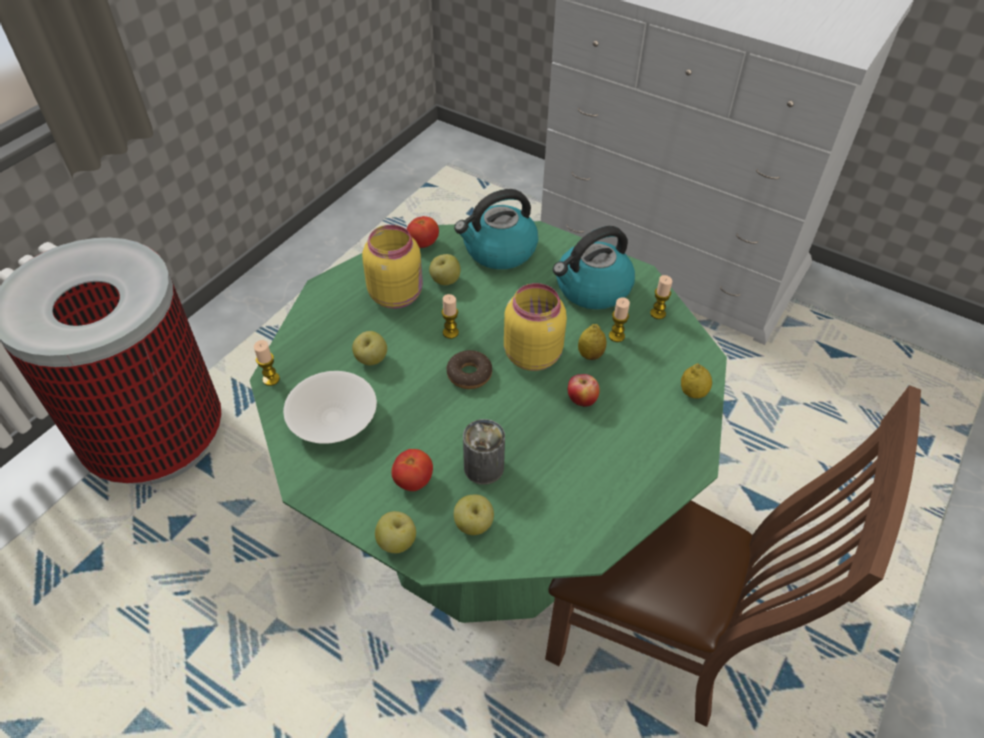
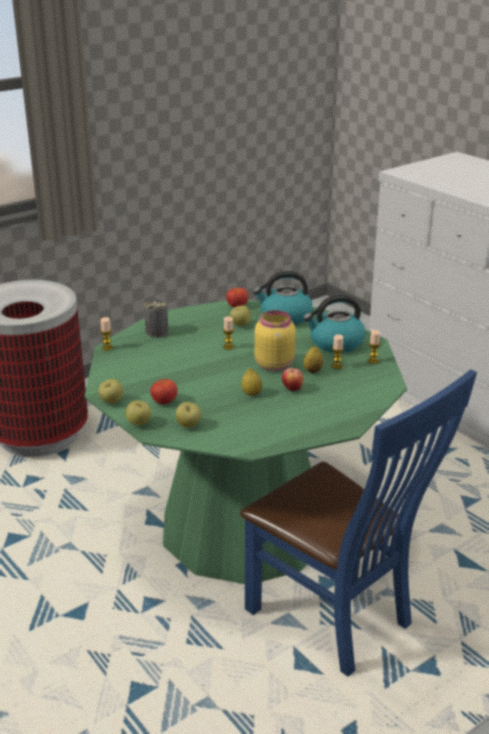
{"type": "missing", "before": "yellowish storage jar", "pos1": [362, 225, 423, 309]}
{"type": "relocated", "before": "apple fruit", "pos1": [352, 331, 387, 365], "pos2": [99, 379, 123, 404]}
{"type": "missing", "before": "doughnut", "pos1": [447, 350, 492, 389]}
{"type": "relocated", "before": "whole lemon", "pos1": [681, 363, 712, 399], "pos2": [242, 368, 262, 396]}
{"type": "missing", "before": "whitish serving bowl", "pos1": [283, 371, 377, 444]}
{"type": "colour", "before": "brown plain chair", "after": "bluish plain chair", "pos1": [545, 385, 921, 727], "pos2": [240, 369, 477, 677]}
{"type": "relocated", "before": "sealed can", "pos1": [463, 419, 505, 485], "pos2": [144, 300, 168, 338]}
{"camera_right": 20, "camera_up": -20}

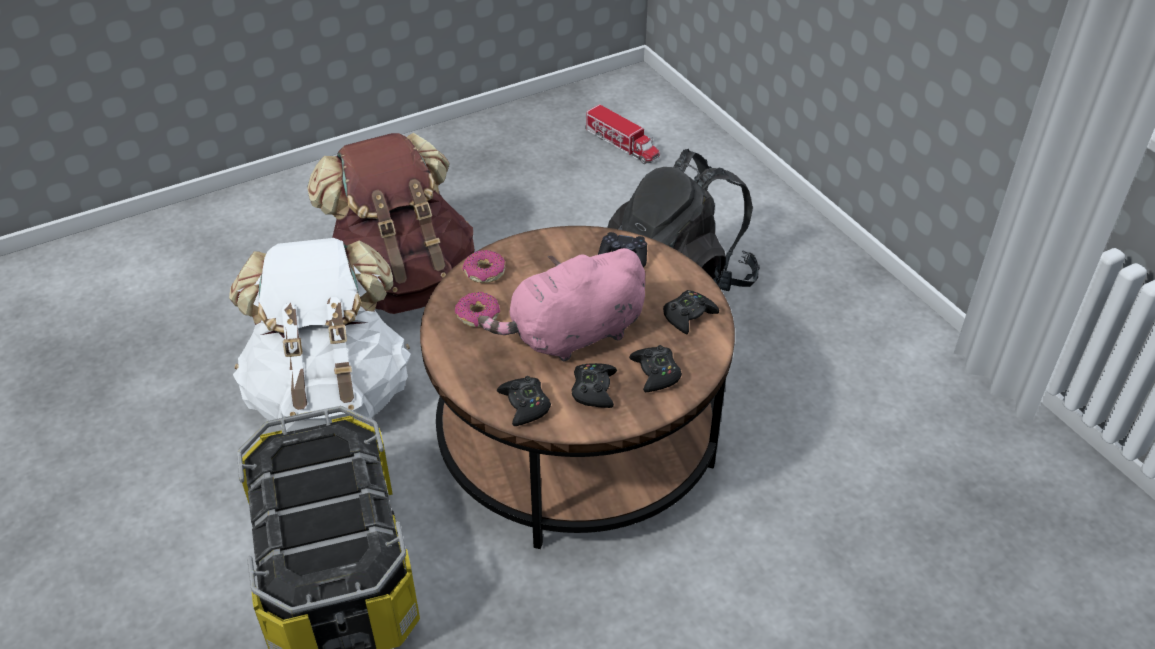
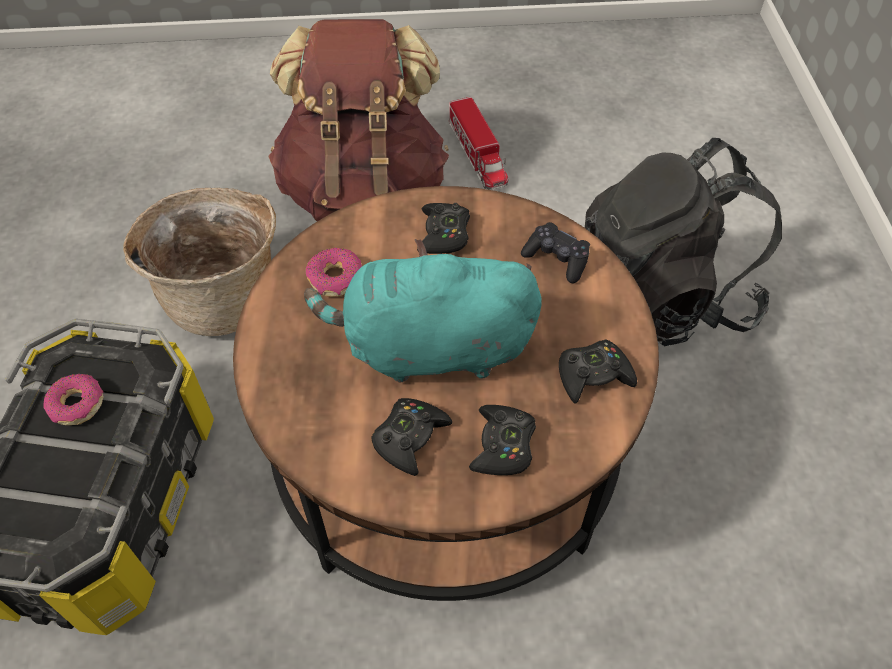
{"type": "relocated", "before": "model truck", "pos1": [585, 104, 660, 164], "pos2": [449, 97, 508, 190]}
{"type": "exchanged", "before": "whitish knapsack", "after": "basket", "pos1": [229, 238, 411, 432], "pos2": [123, 188, 276, 336]}
{"type": "colour", "before": "pink plush toy", "after": "turquoise-coloured plush toy", "pos1": [478, 248, 645, 361], "pos2": [304, 239, 542, 383]}
{"type": "relocated", "before": "doughnut", "pos1": [463, 250, 505, 283], "pos2": [43, 374, 103, 425]}
{"type": "relocated", "before": "blackish gamepad", "pos1": [497, 376, 551, 426], "pos2": [417, 203, 470, 254]}
{"camera_right": 25, "camera_up": 10}

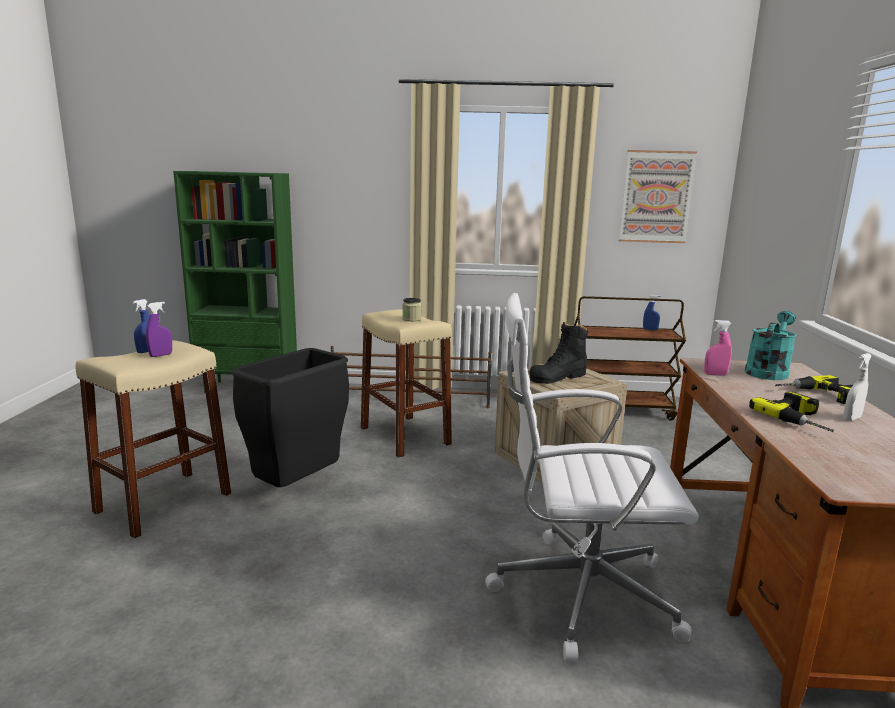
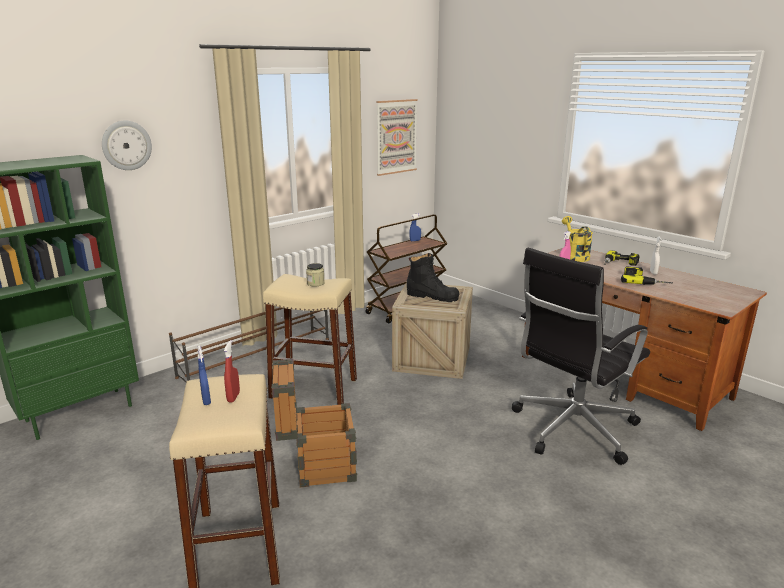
{"type": "colour", "before": "whitish office chair", "after": "blackish office chair", "pos1": [485, 293, 699, 663], "pos2": [512, 247, 650, 465]}
{"type": "colour", "before": "purple spray bottle", "after": "reddish spray bottle", "pos1": [146, 302, 172, 357], "pos2": [224, 340, 240, 402]}
{"type": "colour", "before": "turquoise-coloured sprinkling can", "after": "yellowish sprinkling can", "pos1": [745, 311, 797, 380], "pos2": [562, 216, 593, 262]}
{"type": "spun", "before": "blackish high-top boot", "pos1": [529, 322, 588, 384], "pos2": [407, 253, 459, 302], "turn": -75}
{"type": "exchanged", "before": "blackish waste bin", "after": "shipping crate", "pos1": [232, 348, 349, 487], "pos2": [271, 359, 357, 487]}
{"type": "appeared", "after": "wall clock", "pos2": [102, 121, 152, 170]}
{"camera_right": -45, "camera_up": 5}

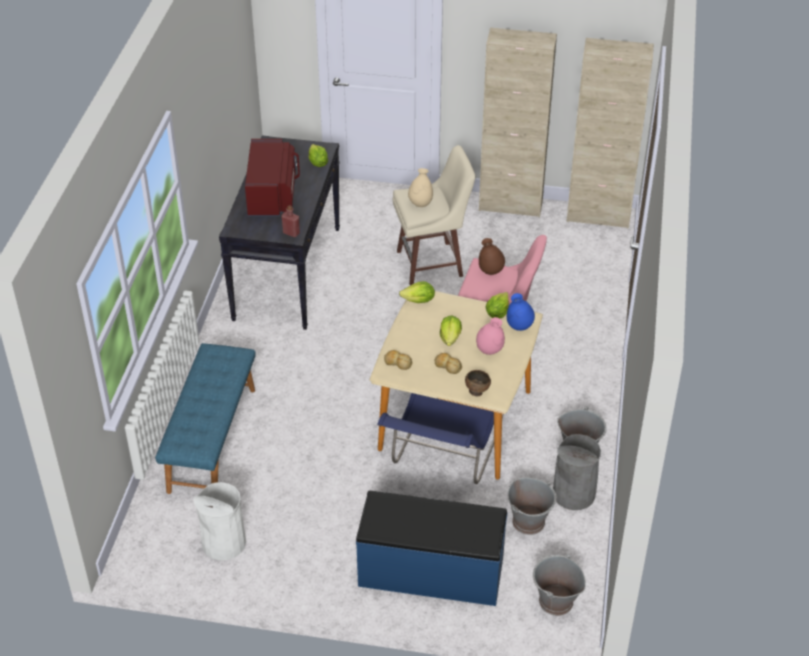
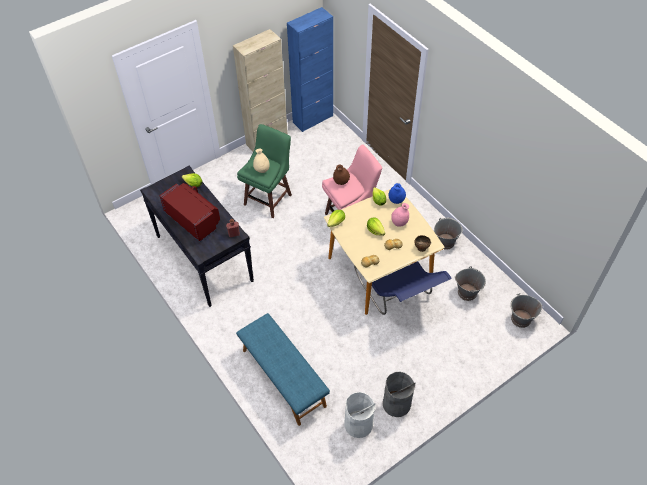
{"type": "colour", "before": "sand-coloured cabinet", "after": "bluish cabinet", "pos1": [566, 38, 654, 228], "pos2": [287, 7, 333, 132]}
{"type": "colour", "before": "sand-coloured stool", "after": "green-coloured stool", "pos1": [393, 145, 476, 285], "pos2": [237, 124, 292, 218]}
{"type": "relocated", "before": "grey waste bin", "pos1": [553, 434, 601, 510], "pos2": [383, 371, 415, 417]}
{"type": "missing", "before": "bluish long seat", "pos1": [356, 491, 507, 606]}
{"camera_right": -45, "camera_up": 10}

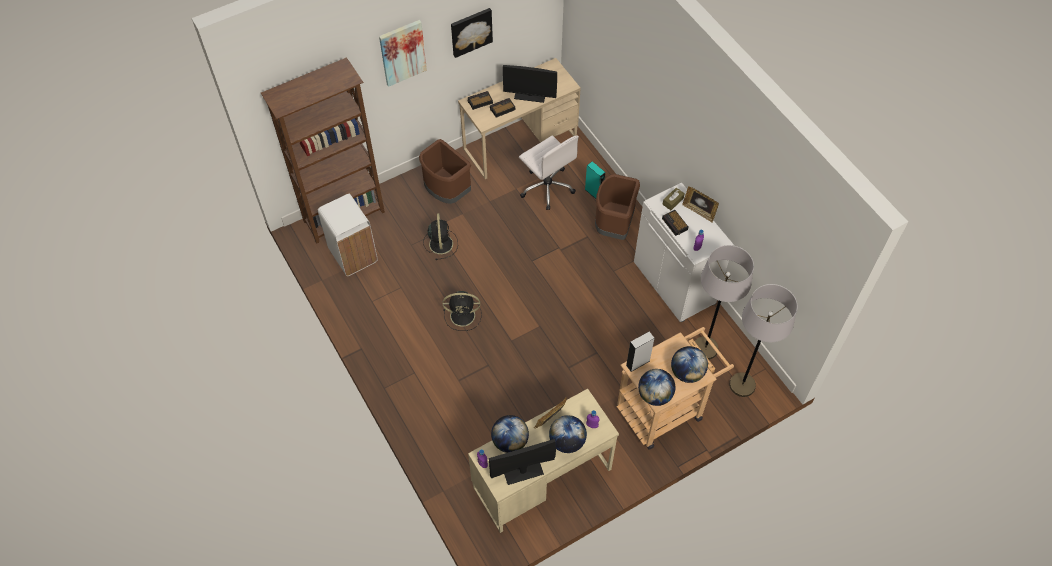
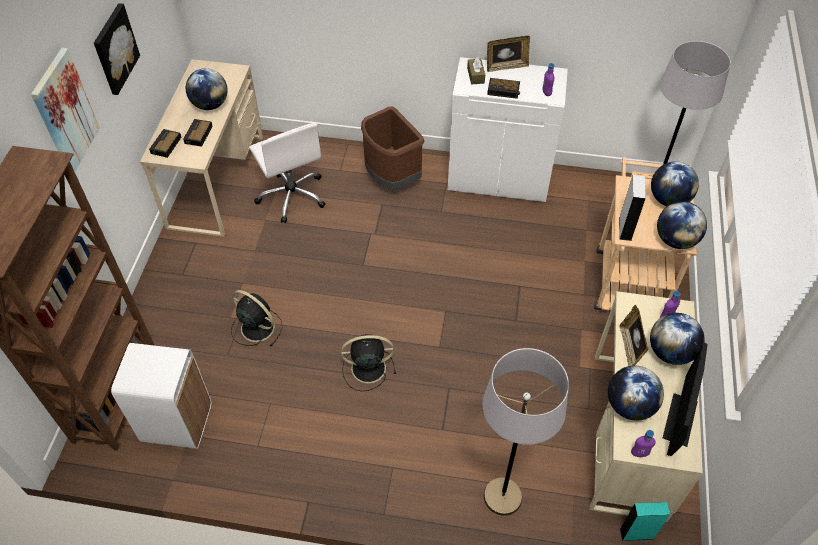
{"type": "exchanged", "before": "computer display", "after": "world globe", "pos1": [503, 65, 557, 103], "pos2": [186, 68, 228, 110]}
{"type": "spun", "before": "whitish office chair", "pos1": [519, 135, 579, 210], "pos2": [249, 123, 326, 223], "turn": 60}
{"type": "missing", "before": "brown waste bin", "pos1": [419, 139, 471, 204]}
{"type": "relocated", "before": "turquoise-coloured speaker", "pos1": [585, 161, 605, 199], "pos2": [620, 502, 670, 541]}
{"type": "relocated", "before": "grey standing lamp", "pos1": [695, 245, 754, 360], "pos2": [483, 348, 569, 516]}
{"type": "spun", "before": "blackish fan", "pos1": [443, 291, 482, 331], "pos2": [341, 334, 396, 391], "turn": -135}
{"camera_right": -50, "camera_up": -5}

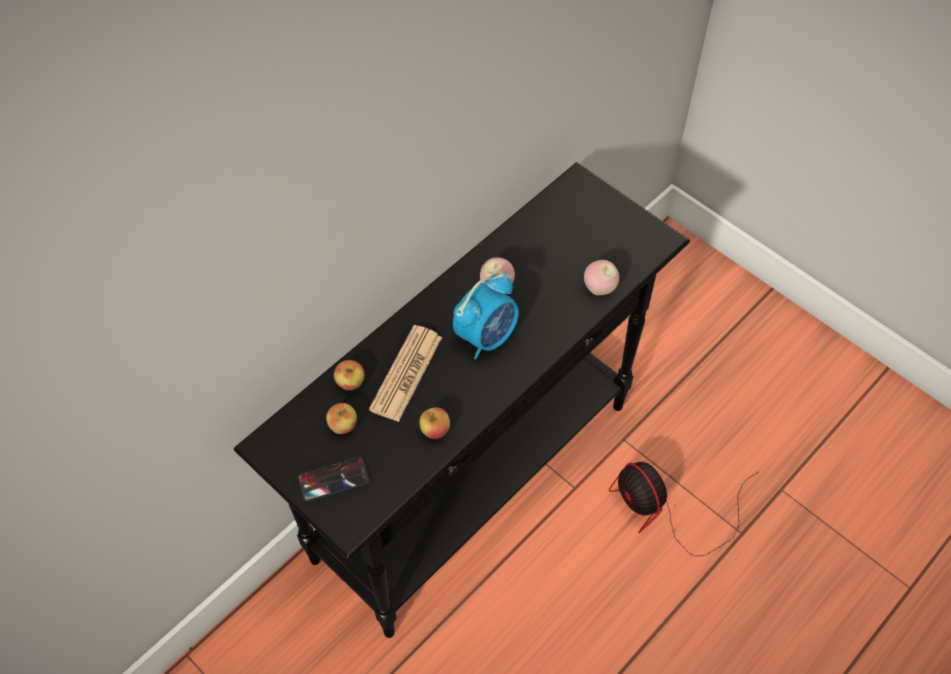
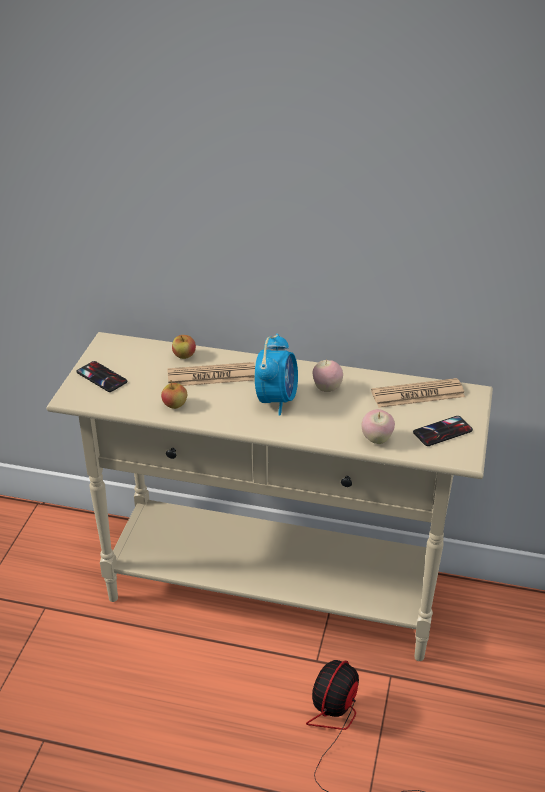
{"type": "colour", "before": "blackish narrow table", "after": "sand-coloured narrow table", "pos1": [234, 162, 690, 638], "pos2": [47, 332, 493, 661]}
{"type": "spun", "before": "table clock", "pos1": [453, 272, 519, 360], "pos2": [255, 334, 298, 416], "turn": -90}
{"type": "missing", "before": "apple fruit", "pos1": [326, 403, 357, 434]}
{"type": "appeared", "after": "daily paper", "pos2": [371, 378, 465, 408]}
{"type": "appeared", "after": "telephone", "pos2": [413, 416, 473, 446]}
{"camera_right": 60, "camera_up": -20}

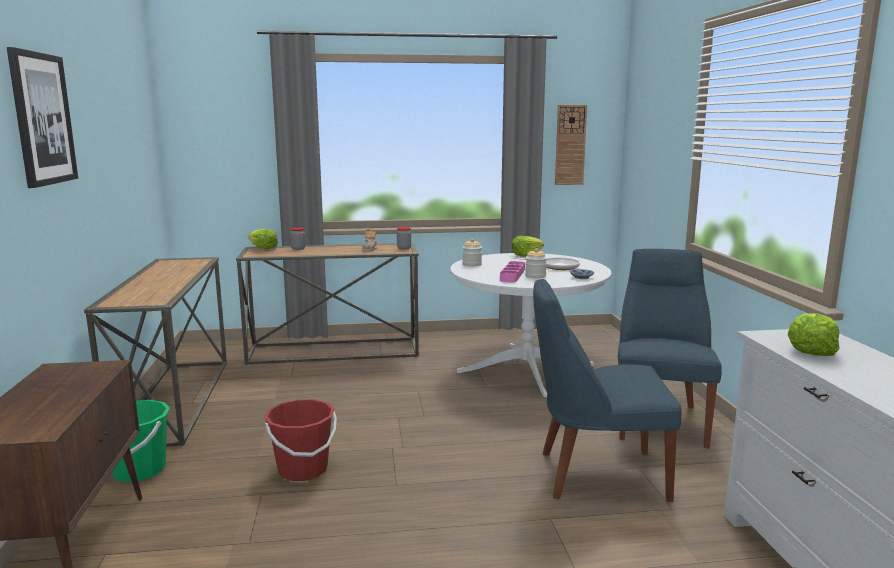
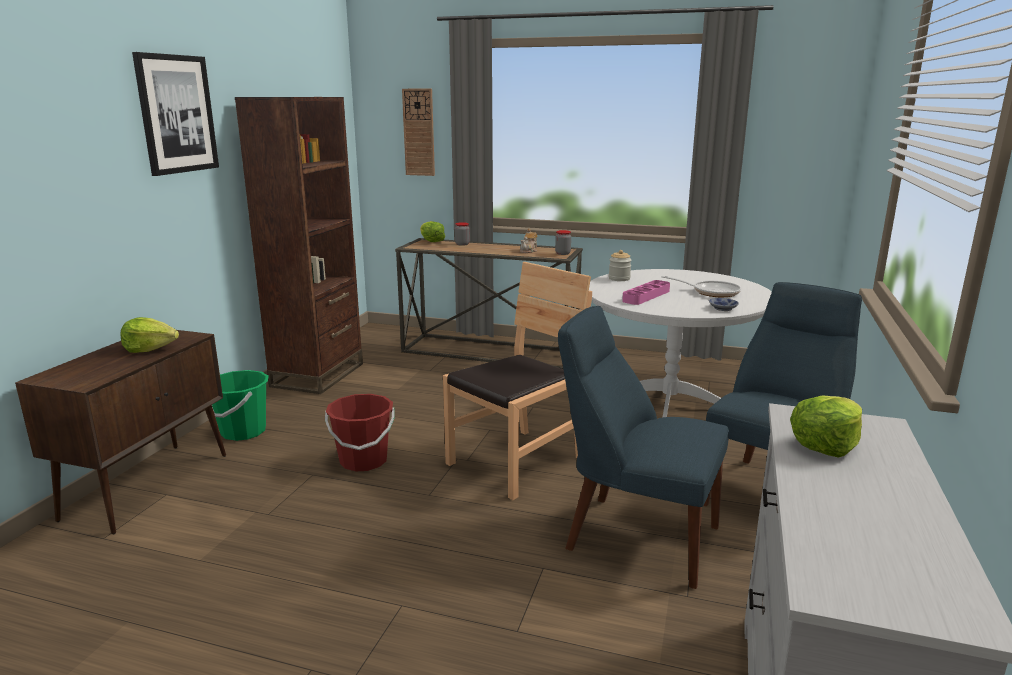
{"type": "relocated", "before": "wall clock", "pos1": [555, 105, 587, 185], "pos2": [402, 89, 435, 176]}
{"type": "relocated", "before": "head of lettuce", "pos1": [512, 236, 544, 257], "pos2": [120, 317, 179, 353]}
{"type": "missing", "before": "storage jar", "pos1": [525, 248, 547, 278]}
{"type": "exchanged", "before": "narrow table", "after": "brown bookcase", "pos1": [84, 257, 227, 447], "pos2": [235, 97, 363, 394]}
{"type": "appeared", "after": "brown plain chair", "pos2": [443, 262, 592, 500]}
{"camera_right": 25, "camera_up": 5}

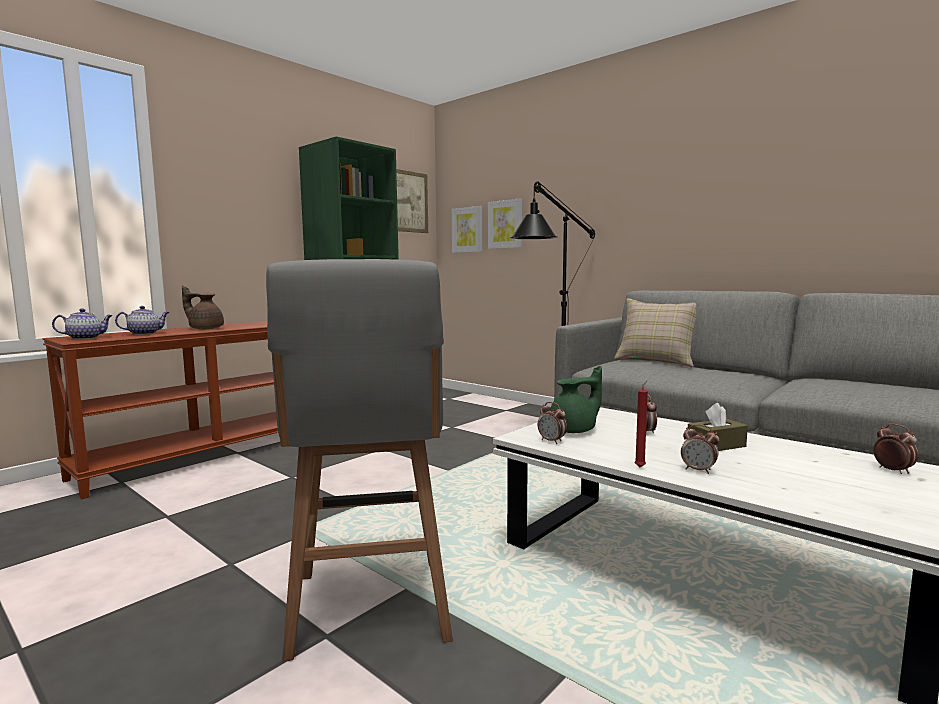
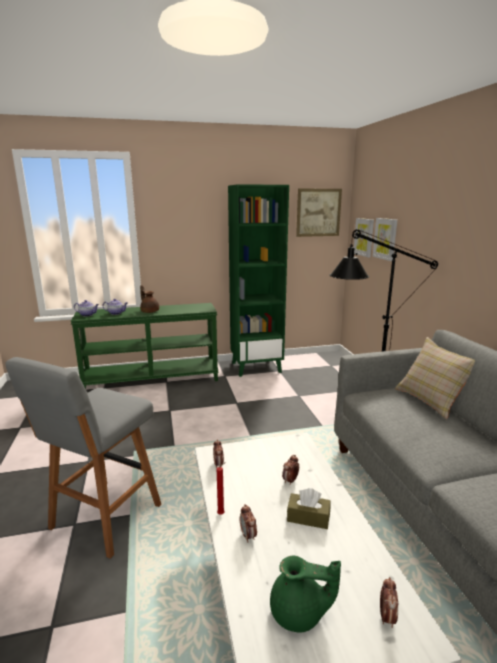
{"type": "colour", "before": "brown narrow table", "after": "green-coloured narrow table", "pos1": [43, 321, 278, 499], "pos2": [70, 303, 219, 389]}
{"type": "relocated", "before": "green-coloured teapot", "pos1": [550, 366, 602, 433], "pos2": [270, 556, 341, 632]}
{"camera_right": 35, "camera_up": 10}

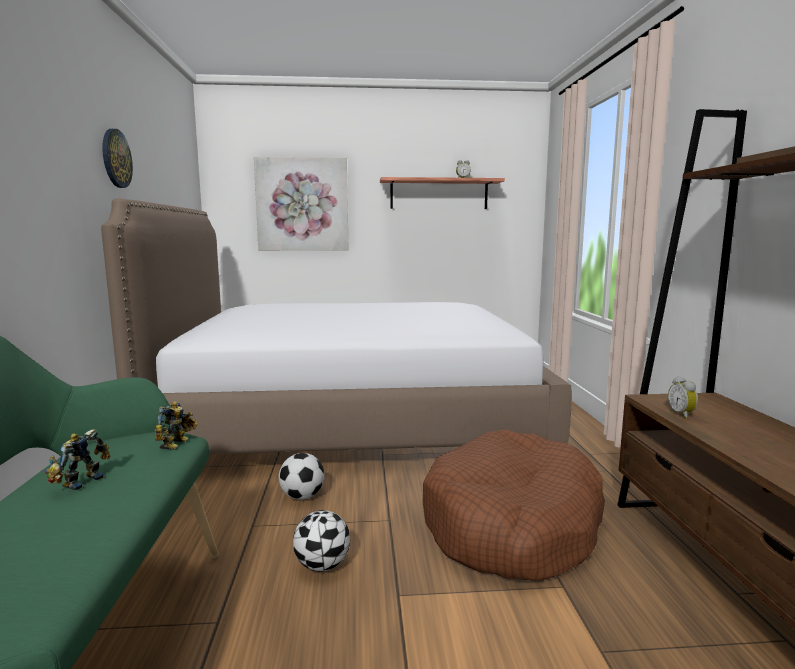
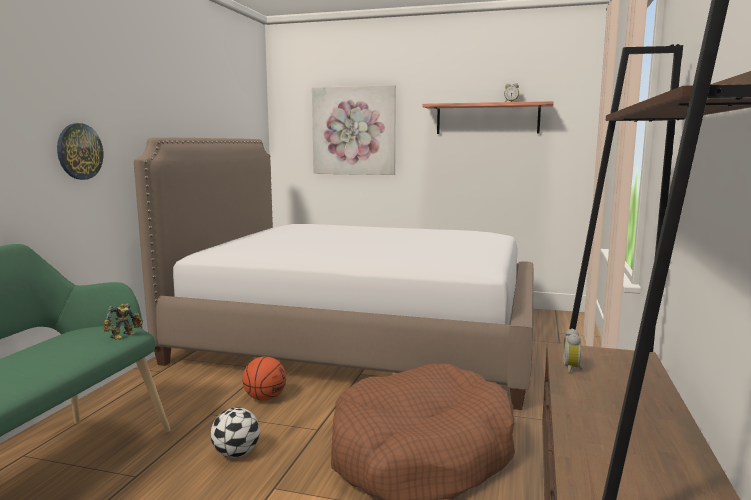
{"type": "relocated", "before": "wall clock", "pos1": [102, 129, 133, 188], "pos2": [57, 123, 103, 180]}
{"type": "missing", "before": "toy robot", "pos1": [44, 429, 110, 490]}
{"type": "exchanged", "before": "football ball", "after": "basketball", "pos1": [279, 453, 325, 500], "pos2": [242, 357, 286, 401]}
{"camera_right": 20, "camera_up": 0}

